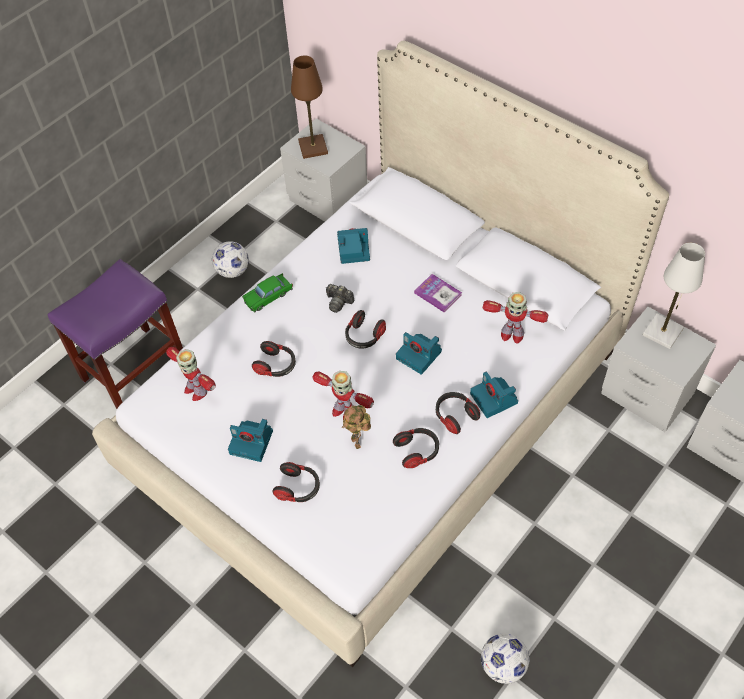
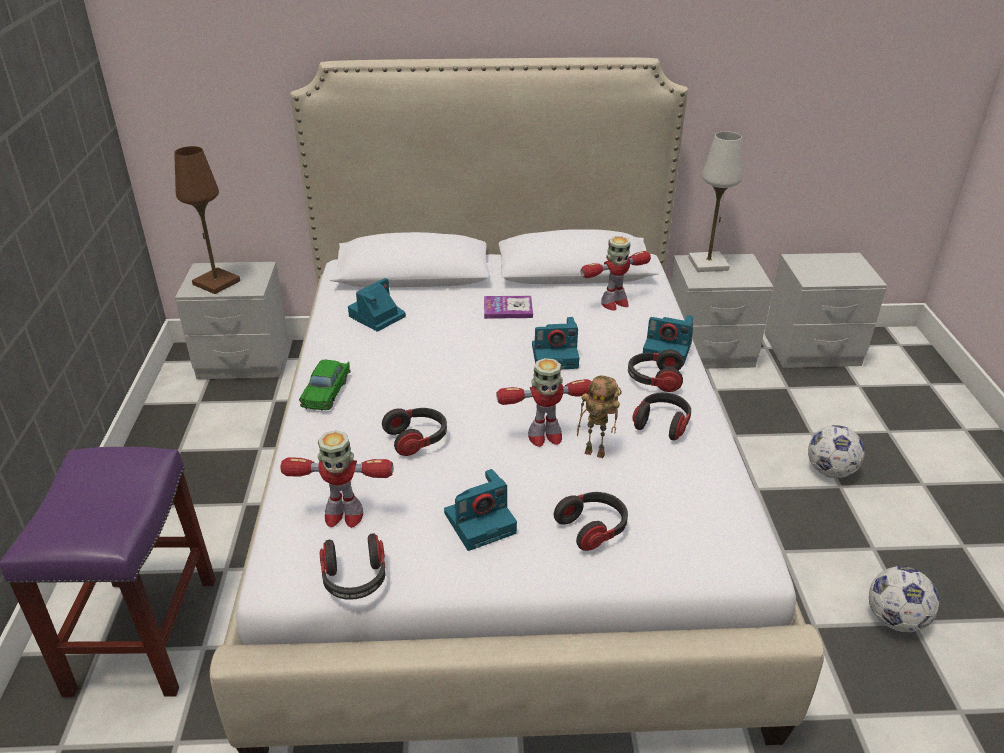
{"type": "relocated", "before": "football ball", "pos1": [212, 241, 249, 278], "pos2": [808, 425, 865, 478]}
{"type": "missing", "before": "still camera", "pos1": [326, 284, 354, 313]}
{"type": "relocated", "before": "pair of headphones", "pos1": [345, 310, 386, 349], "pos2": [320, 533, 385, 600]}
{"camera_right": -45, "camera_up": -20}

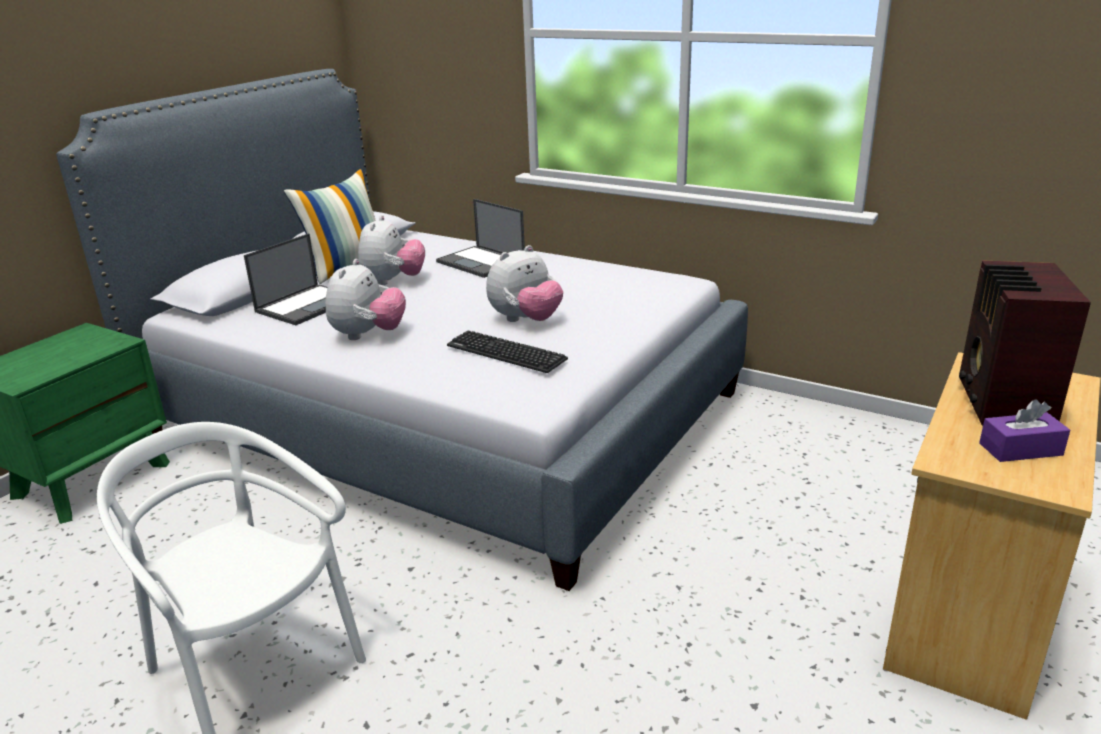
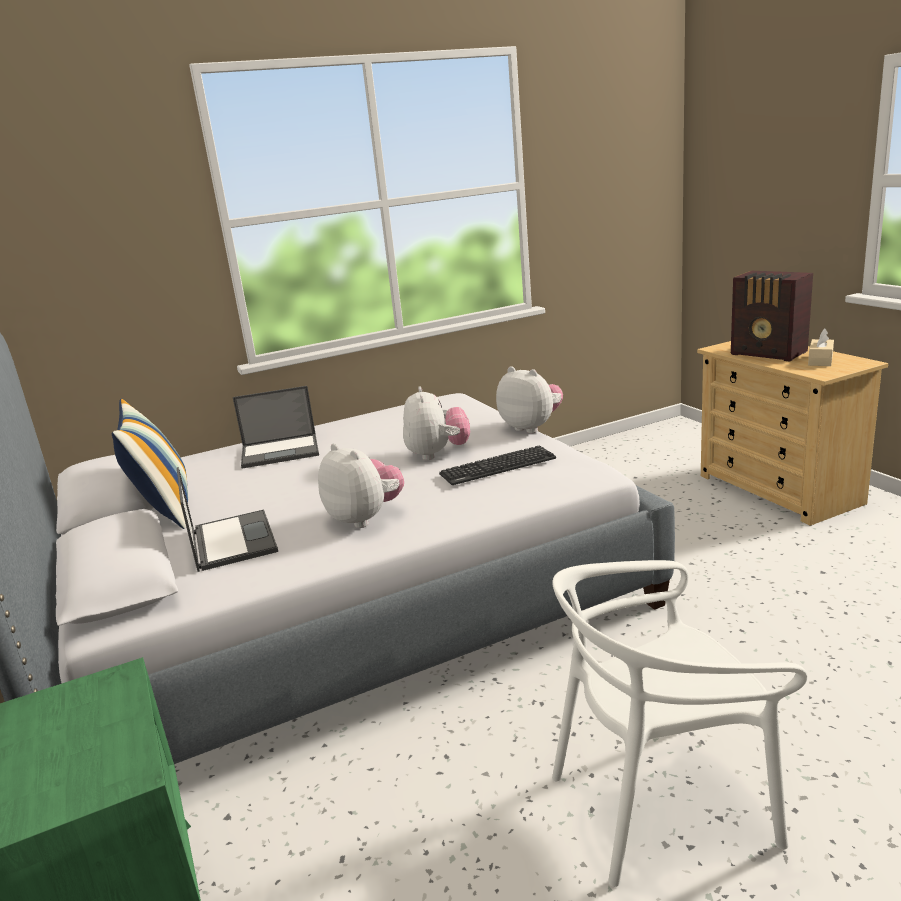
{"type": "relocated", "before": "plush toy", "pos1": [358, 215, 425, 285], "pos2": [496, 366, 563, 433]}
{"type": "colour", "before": "purple tissue holder", "after": "sand-coloured tissue holder", "pos1": [979, 399, 1070, 462], "pos2": [808, 328, 834, 366]}
{"camera_right": -55, "camera_up": -5}

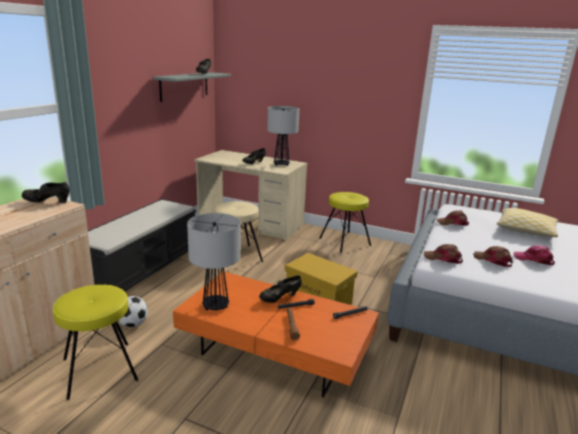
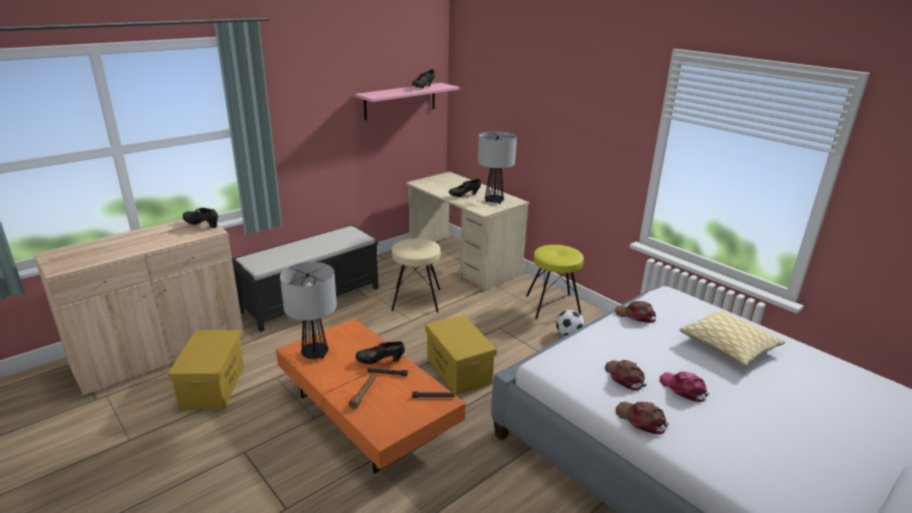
{"type": "colour", "before": "grey wall shelf", "after": "pink wall shelf", "pos1": [153, 72, 231, 102], "pos2": [355, 83, 460, 120]}
{"type": "relocated", "before": "brown cap", "pos1": [424, 244, 463, 264], "pos2": [616, 402, 669, 435]}
{"type": "exchanged", "before": "yellowish stool", "after": "yellowish storage container", "pos1": [53, 285, 138, 400], "pos2": [168, 330, 244, 410]}
{"type": "relocated", "before": "football ball", "pos1": [118, 296, 148, 327], "pos2": [556, 310, 585, 336]}
{"camera_right": 25, "camera_up": 5}

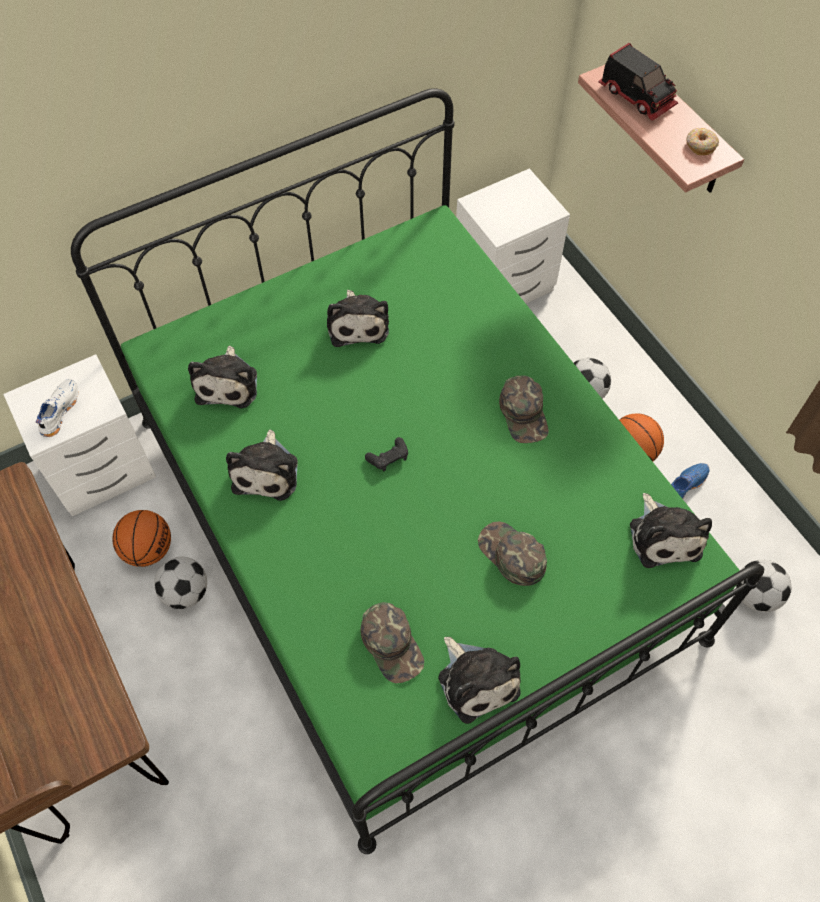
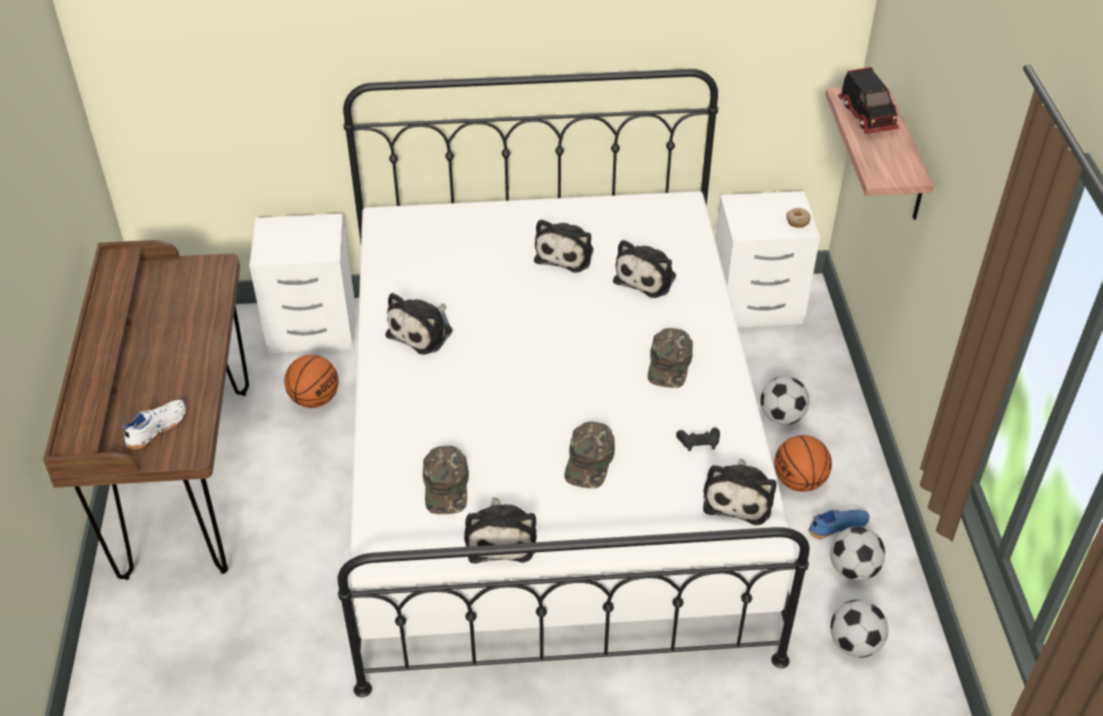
{"type": "colour", "before": "green-coloured bedroom bed", "after": "whitish bedroom bed", "pos1": [71, 88, 764, 854], "pos2": [338, 69, 810, 697]}
{"type": "relocated", "before": "doughnut", "pos1": [686, 128, 719, 155], "pos2": [786, 208, 811, 228]}
{"type": "relocated", "before": "plush toy", "pos1": [188, 346, 257, 408], "pos2": [613, 240, 676, 298]}
{"type": "relocated", "before": "whitish low shoe", "pos1": [36, 379, 78, 437], "pos2": [121, 400, 186, 450]}
{"type": "relocated", "before": "blackish gamepad", "pos1": [365, 437, 408, 471], "pos2": [676, 428, 720, 451]}
{"type": "spun", "before": "green-coloured cap", "pos1": [478, 521, 547, 586], "pos2": [564, 421, 615, 488], "turn": -150}
{"type": "relocated", "before": "football ball", "pos1": [154, 557, 207, 609], "pos2": [830, 526, 885, 581]}
{"camera_right": 25, "camera_up": -15}

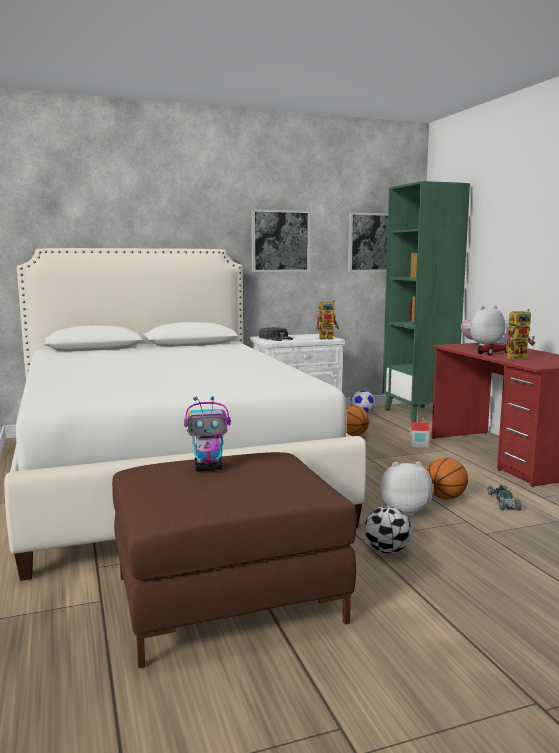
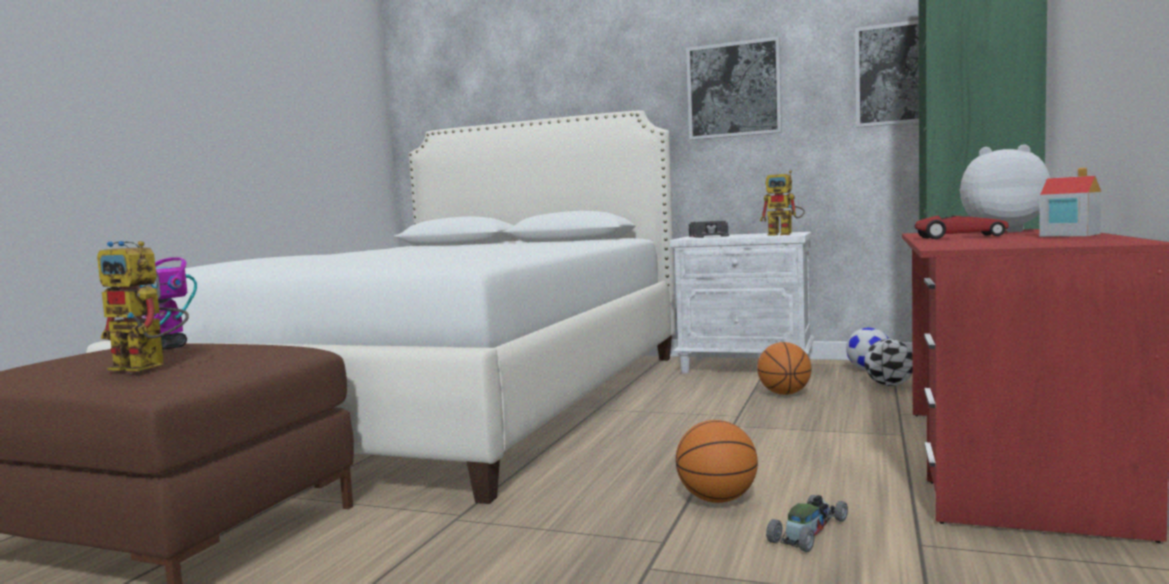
{"type": "relocated", "before": "toy robot", "pos1": [506, 309, 535, 360], "pos2": [97, 241, 189, 372]}
{"type": "relocated", "before": "miniature house", "pos1": [410, 418, 429, 448], "pos2": [1039, 167, 1101, 237]}
{"type": "missing", "before": "plush toy", "pos1": [380, 462, 433, 516]}
{"type": "relocated", "before": "football ball", "pos1": [365, 506, 411, 554], "pos2": [864, 339, 912, 386]}
{"camera_right": 40, "camera_up": -5}

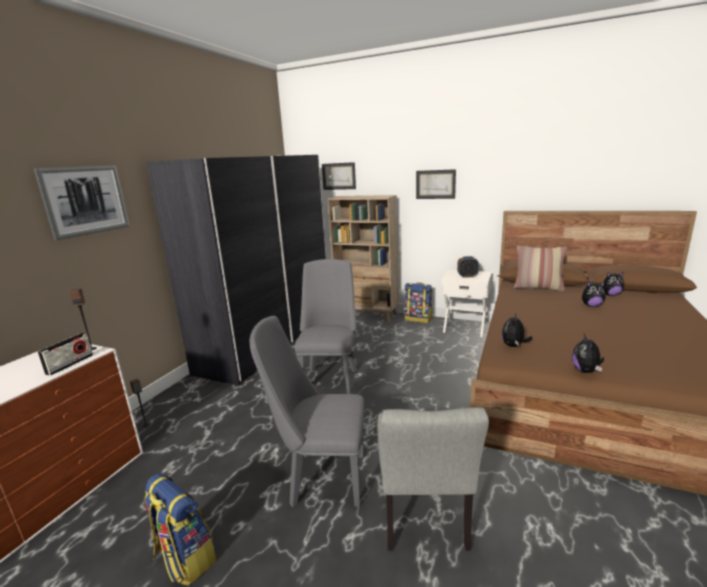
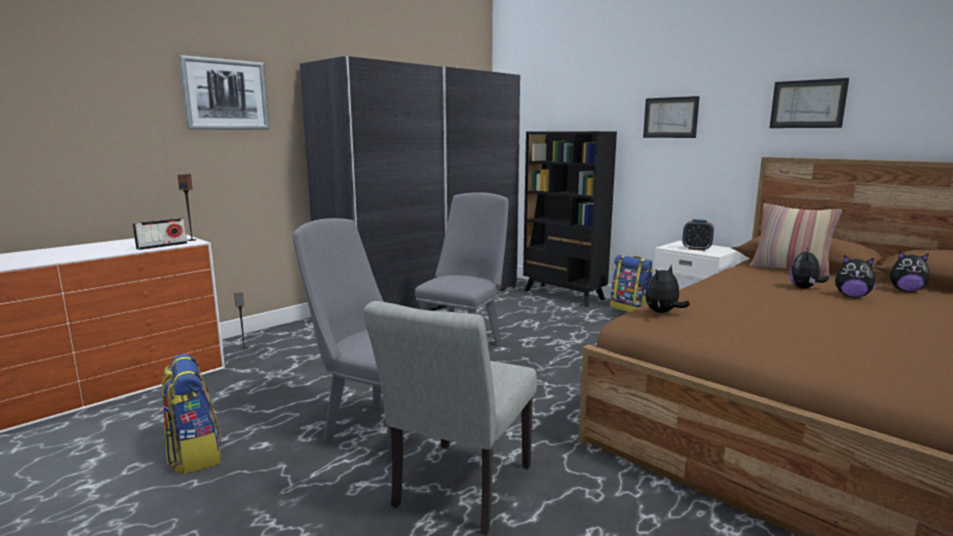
{"type": "relocated", "before": "wall art", "pos1": [322, 162, 356, 190], "pos2": [770, 78, 849, 128]}
{"type": "colour", "before": "sand-coloured bookcase", "after": "blackish bookcase", "pos1": [328, 195, 399, 323], "pos2": [523, 131, 617, 307]}
{"type": "relocated", "before": "plush toy", "pos1": [572, 334, 604, 373], "pos2": [790, 248, 829, 289]}
{"camera_right": 20, "camera_up": -5}

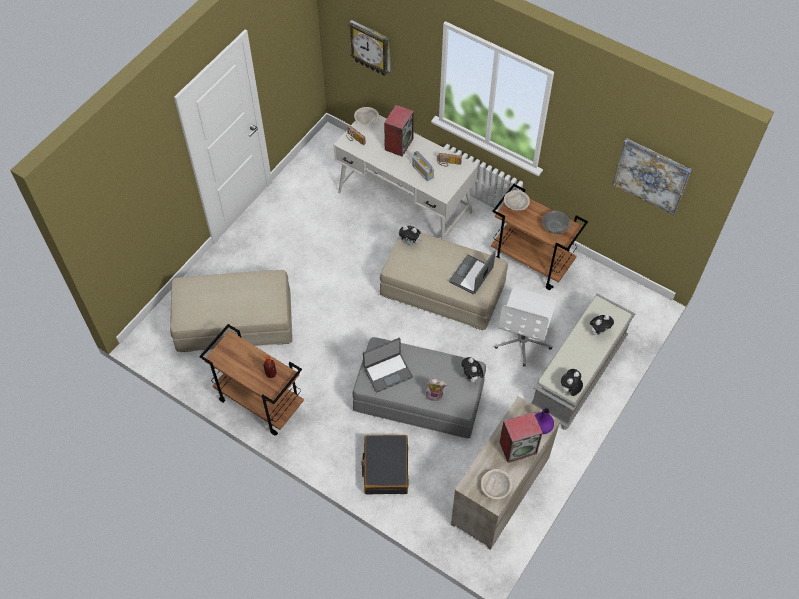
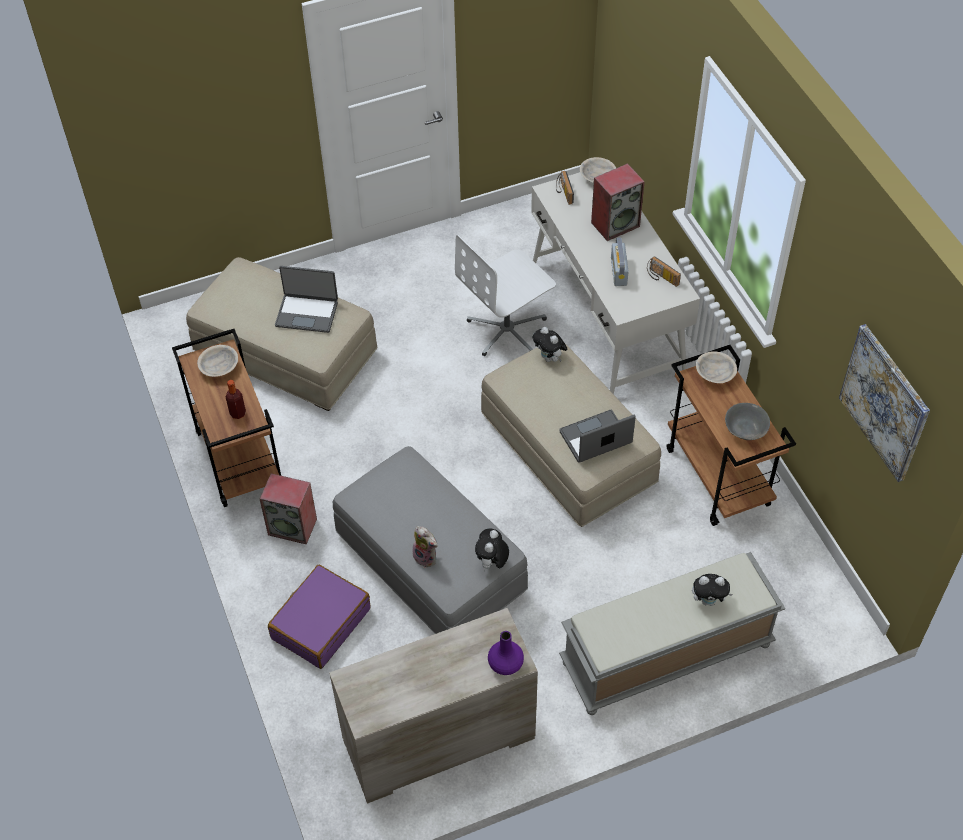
{"type": "missing", "before": "wall clock", "pos1": [348, 20, 390, 76]}
{"type": "relocated", "before": "whitish office chair", "pos1": [494, 288, 556, 366], "pos2": [455, 235, 556, 356]}
{"type": "relocated", "before": "notebook computer", "pos1": [363, 337, 413, 393], "pos2": [275, 266, 338, 333]}
{"type": "missing", "before": "plush toy", "pos1": [561, 369, 583, 396]}
{"type": "relocated", "before": "speaker", "pos1": [499, 412, 543, 463], "pos2": [260, 473, 317, 545]}
{"type": "colour", "before": "blackish piece of luggage", "after": "purple piece of luggage", "pos1": [361, 435, 409, 494], "pos2": [268, 565, 371, 669]}
{"type": "relocated", "before": "sand-coloured serving bowl", "pos1": [481, 469, 512, 499], "pos2": [197, 345, 238, 377]}
{"camera_right": 35, "camera_up": -5}

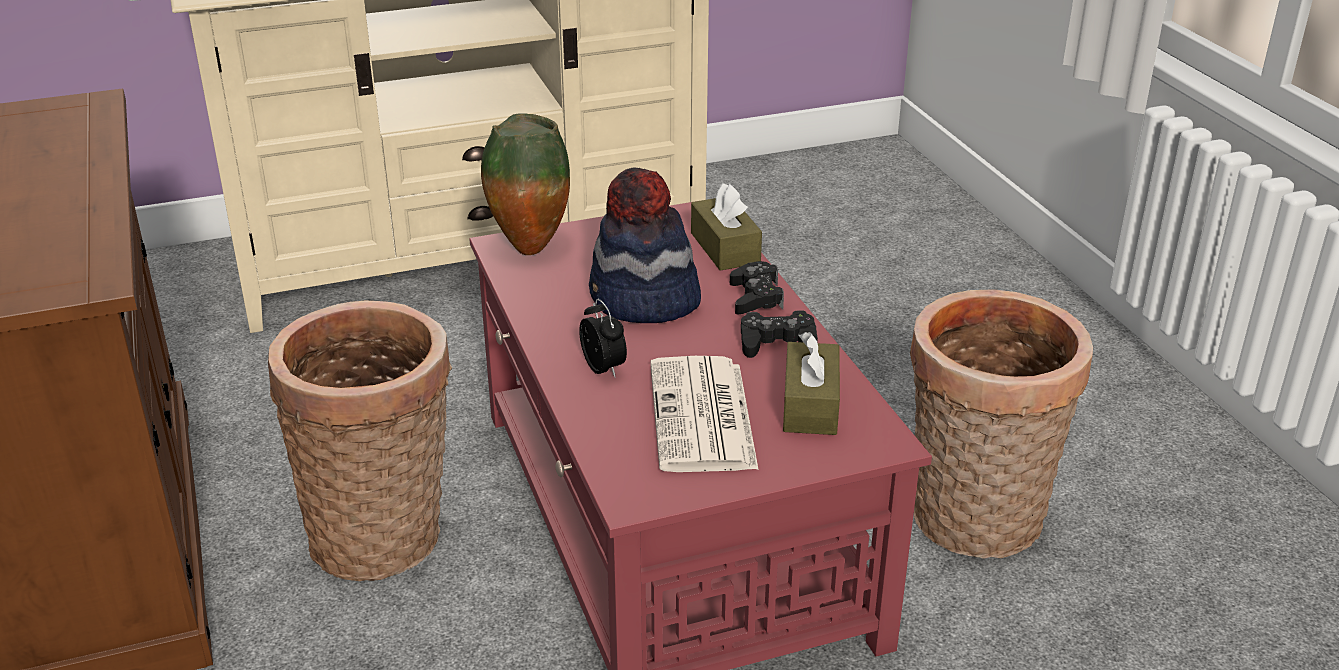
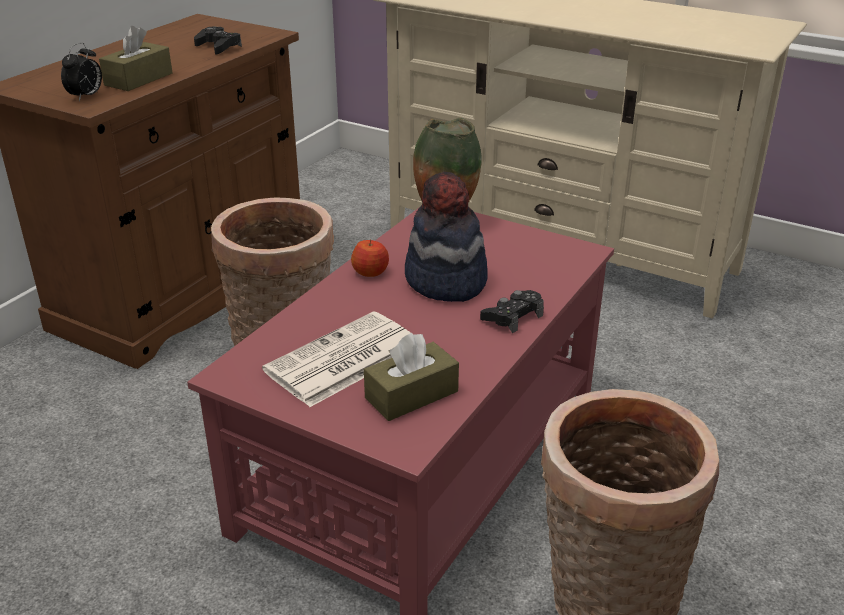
{"type": "relocated", "before": "brown tissue holder", "pos1": [691, 183, 762, 271], "pos2": [99, 26, 172, 91]}
{"type": "relocated", "before": "table clock", "pos1": [579, 299, 627, 377], "pos2": [61, 43, 102, 101]}
{"type": "relocated", "before": "blackish gamepad", "pos1": [741, 310, 818, 358], "pos2": [194, 26, 242, 55]}
{"type": "appeared", "after": "apple fruit", "pos2": [351, 239, 389, 277]}
{"camera_right": 50, "camera_up": 0}

